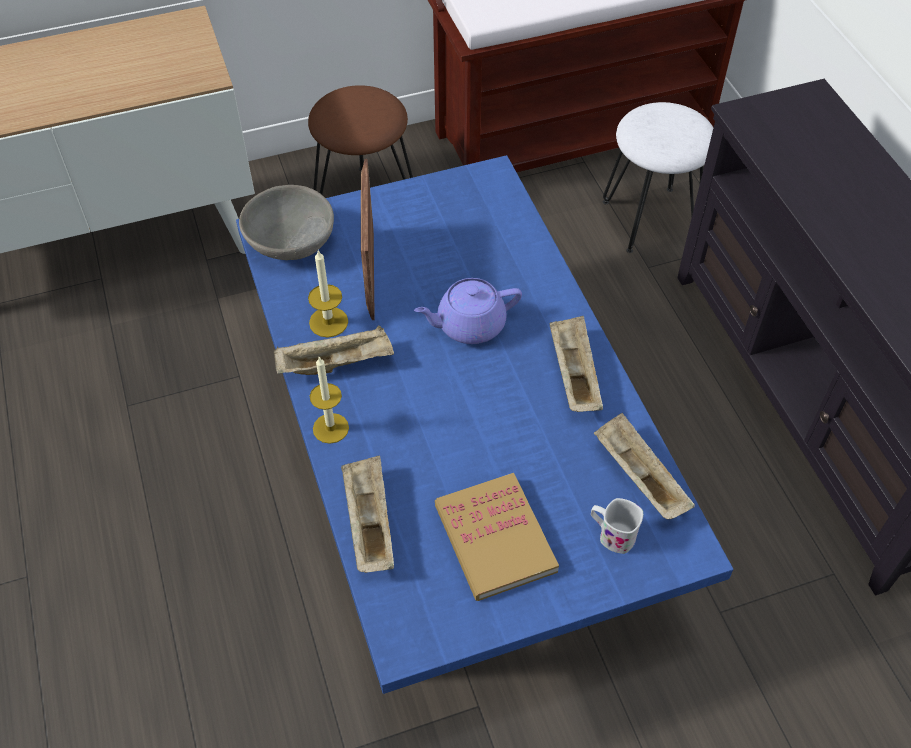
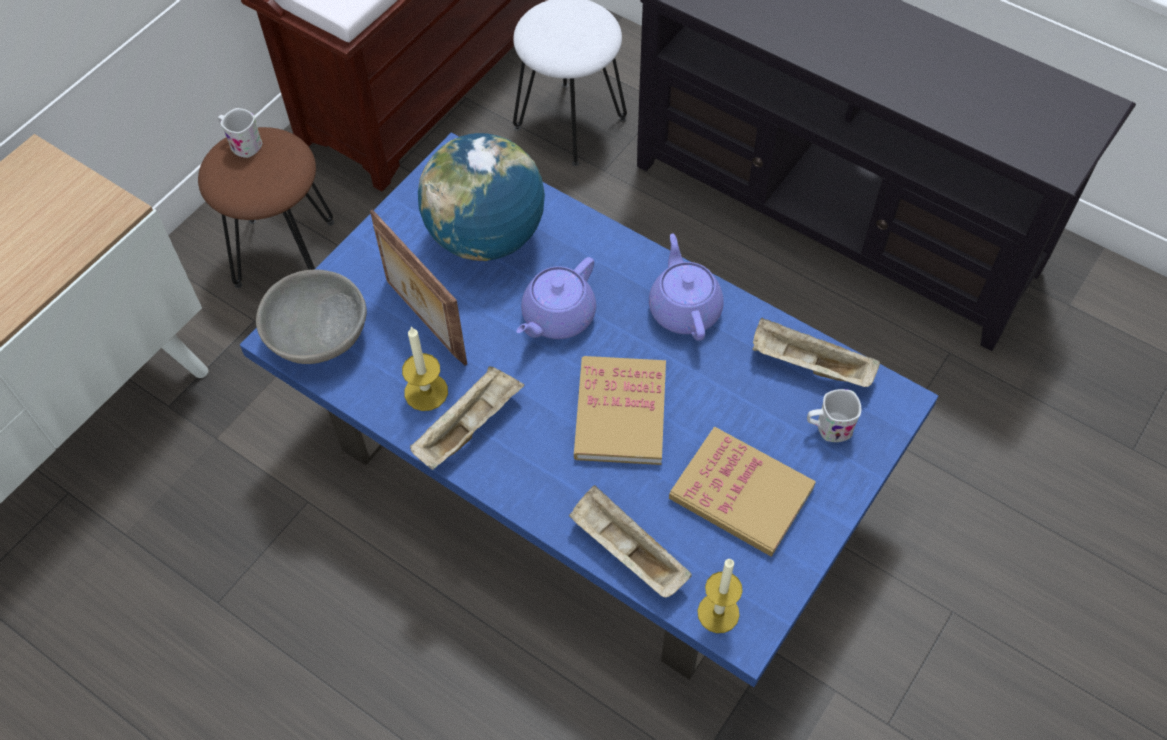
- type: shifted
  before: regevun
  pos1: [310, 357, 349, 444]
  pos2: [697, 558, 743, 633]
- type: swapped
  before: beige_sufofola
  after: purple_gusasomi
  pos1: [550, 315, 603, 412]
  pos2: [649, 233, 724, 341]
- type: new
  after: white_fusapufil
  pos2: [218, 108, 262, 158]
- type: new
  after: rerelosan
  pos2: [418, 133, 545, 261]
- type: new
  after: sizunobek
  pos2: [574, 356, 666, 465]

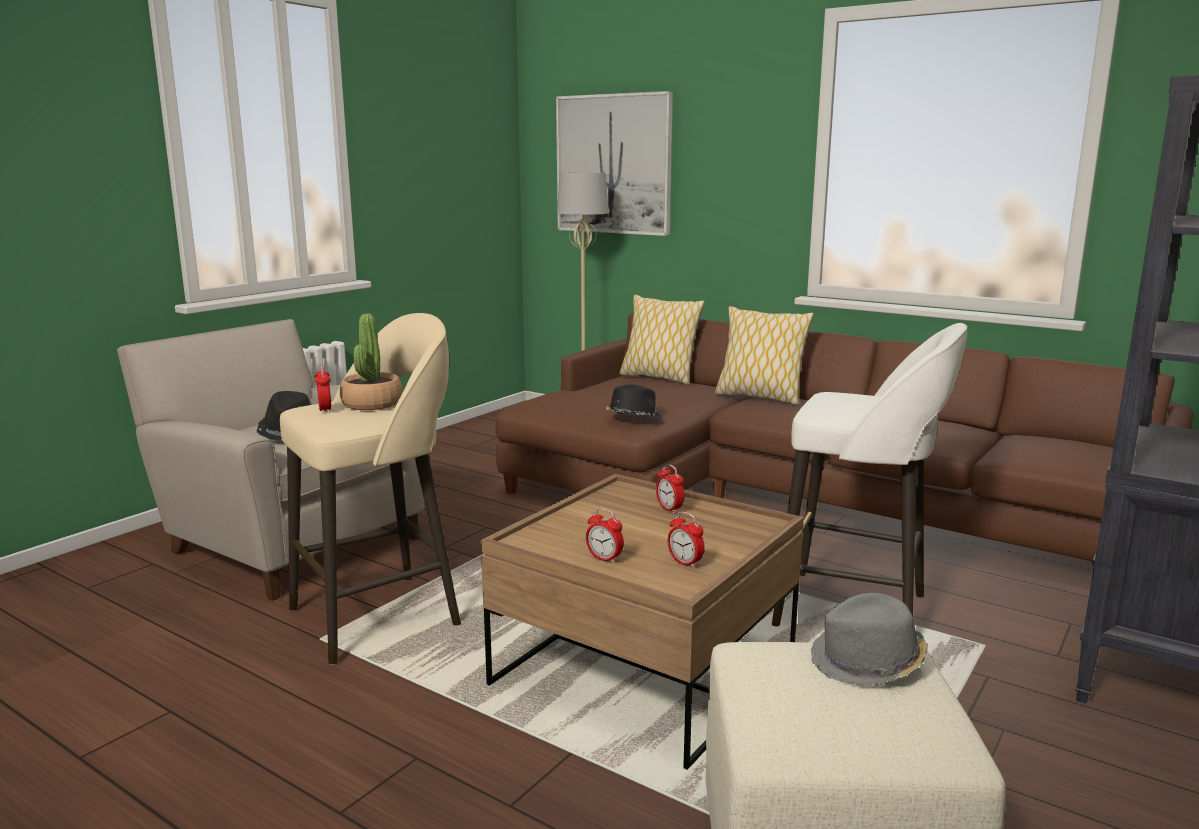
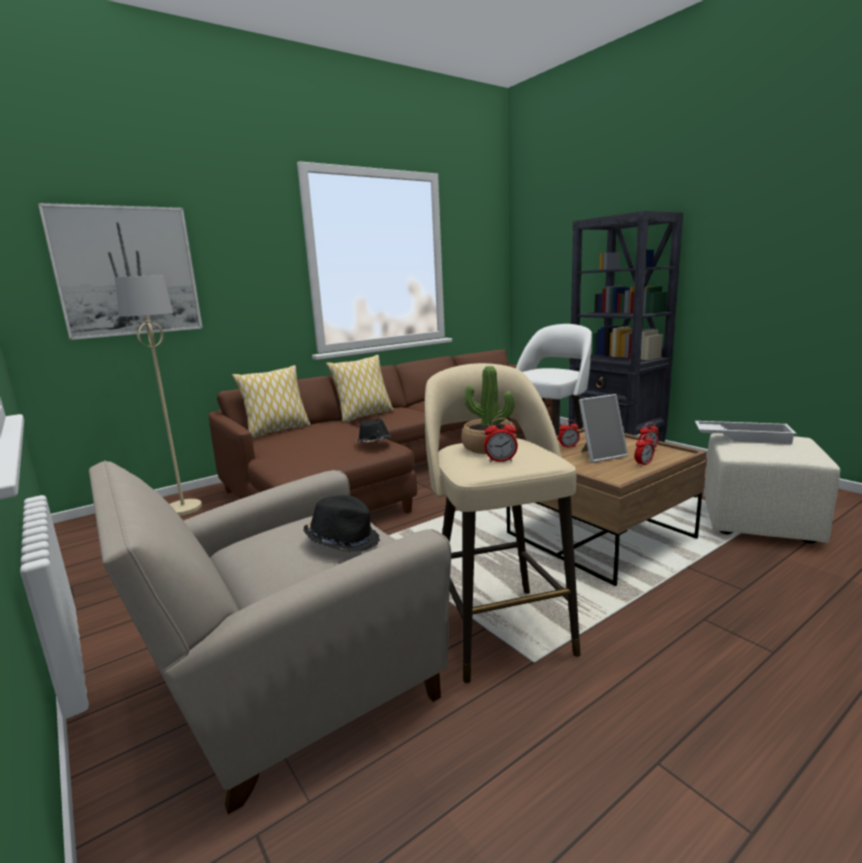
- type: swapped
  before: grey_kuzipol
  after: white_sufofola
  pos1: [811, 593, 928, 686]
  pos2: [695, 421, 797, 444]
- type: new
  after: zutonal
  pos2: [579, 394, 628, 463]

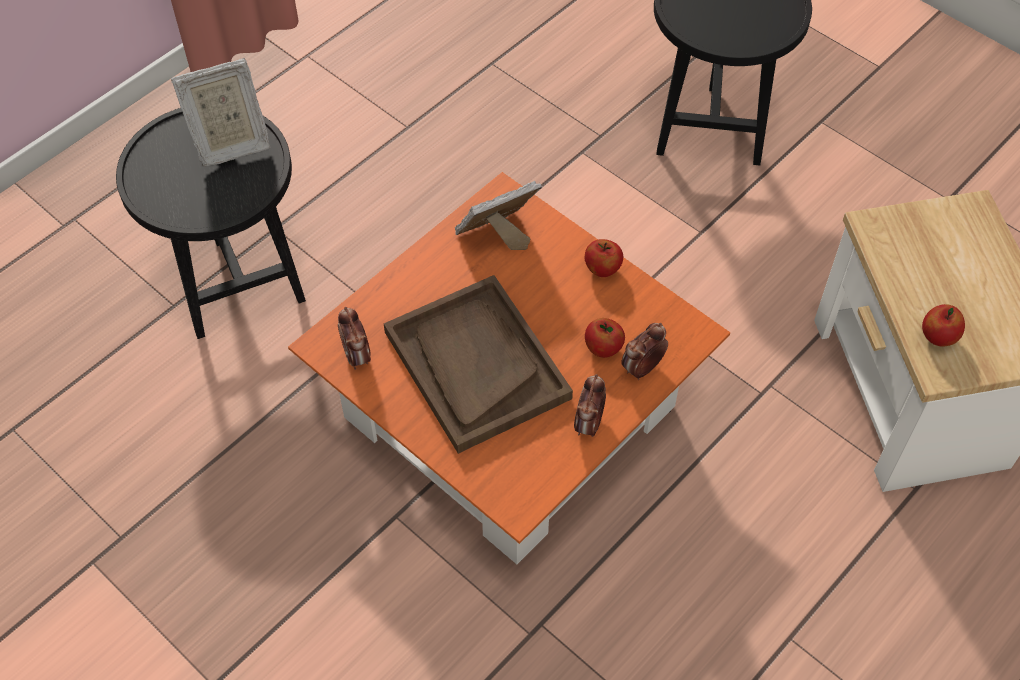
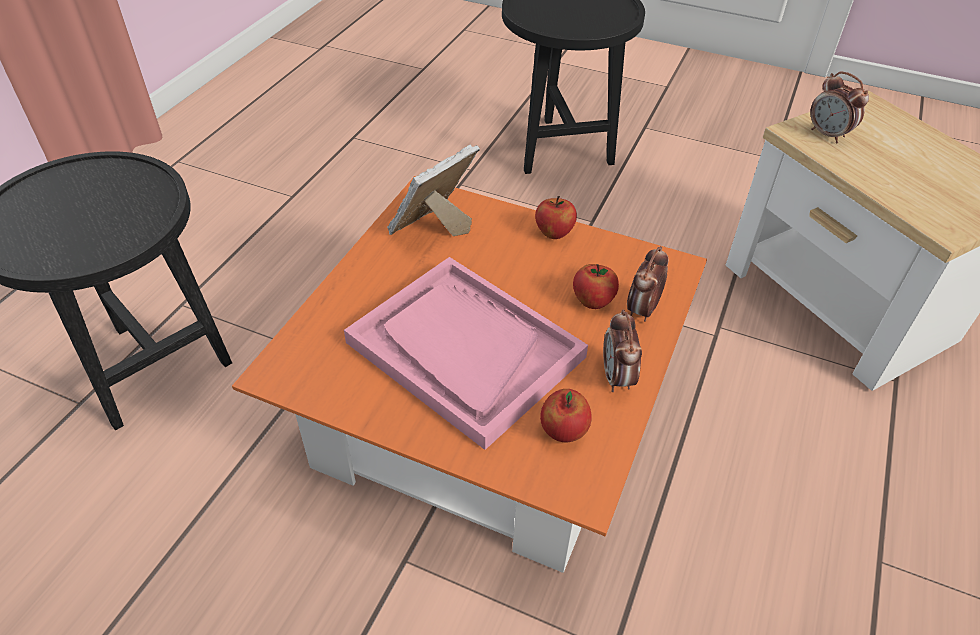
- type: gone
  before: zutonal
  pos1: [171, 58, 270, 167]
- type: shifted
  before: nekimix
  pos1: [338, 307, 371, 370]
  pos2: [810, 71, 869, 143]
- type: repainted
  before: brown_sufofola
  after: pink_sufofola
  pos1: [384, 275, 573, 454]
  pos2: [344, 257, 588, 450]
- type: shifted
  before: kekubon
  pos1: [922, 304, 965, 346]
  pos2: [540, 389, 592, 442]

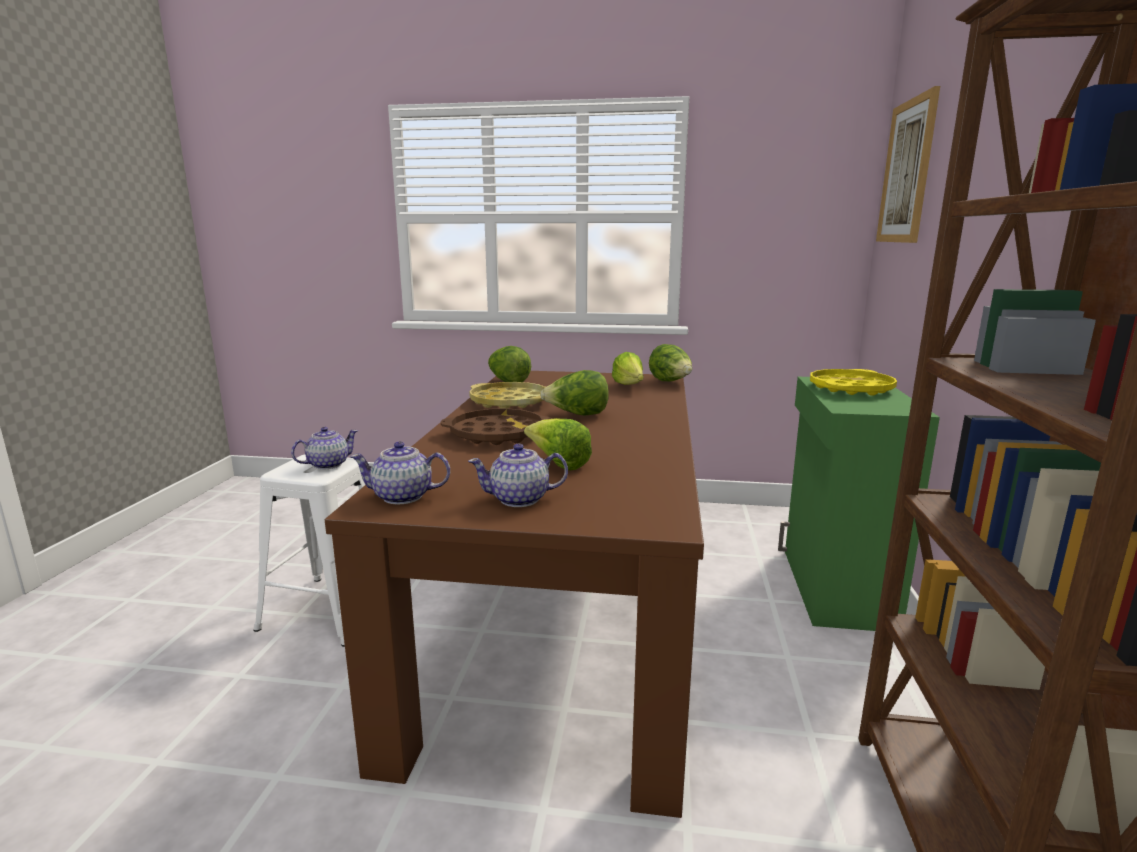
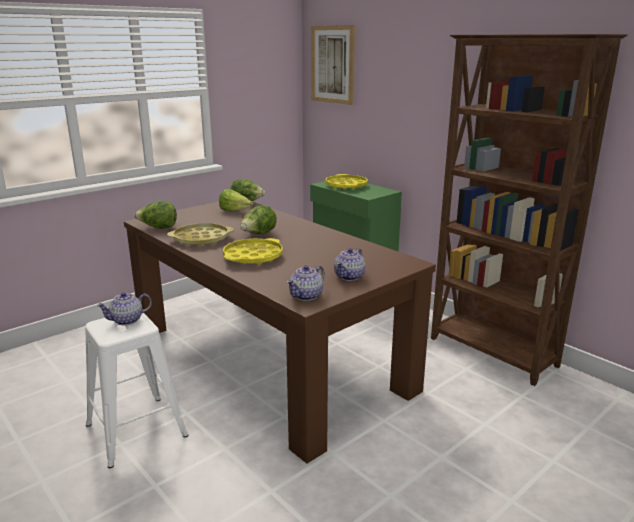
- type: rotated
  before: gusasomi
  pos1: [291, 427, 358, 469]
  pos2: [96, 292, 152, 325]
  turn: -120
- type: repainted
  before: brown_sufofola
  after: yellow_sufofola
  pos1: [441, 408, 552, 445]
  pos2: [223, 238, 283, 265]
- type: gone
  before: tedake
  pos1: [524, 418, 592, 470]

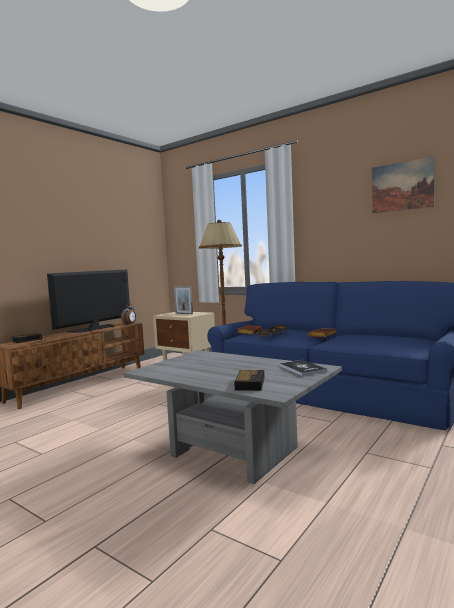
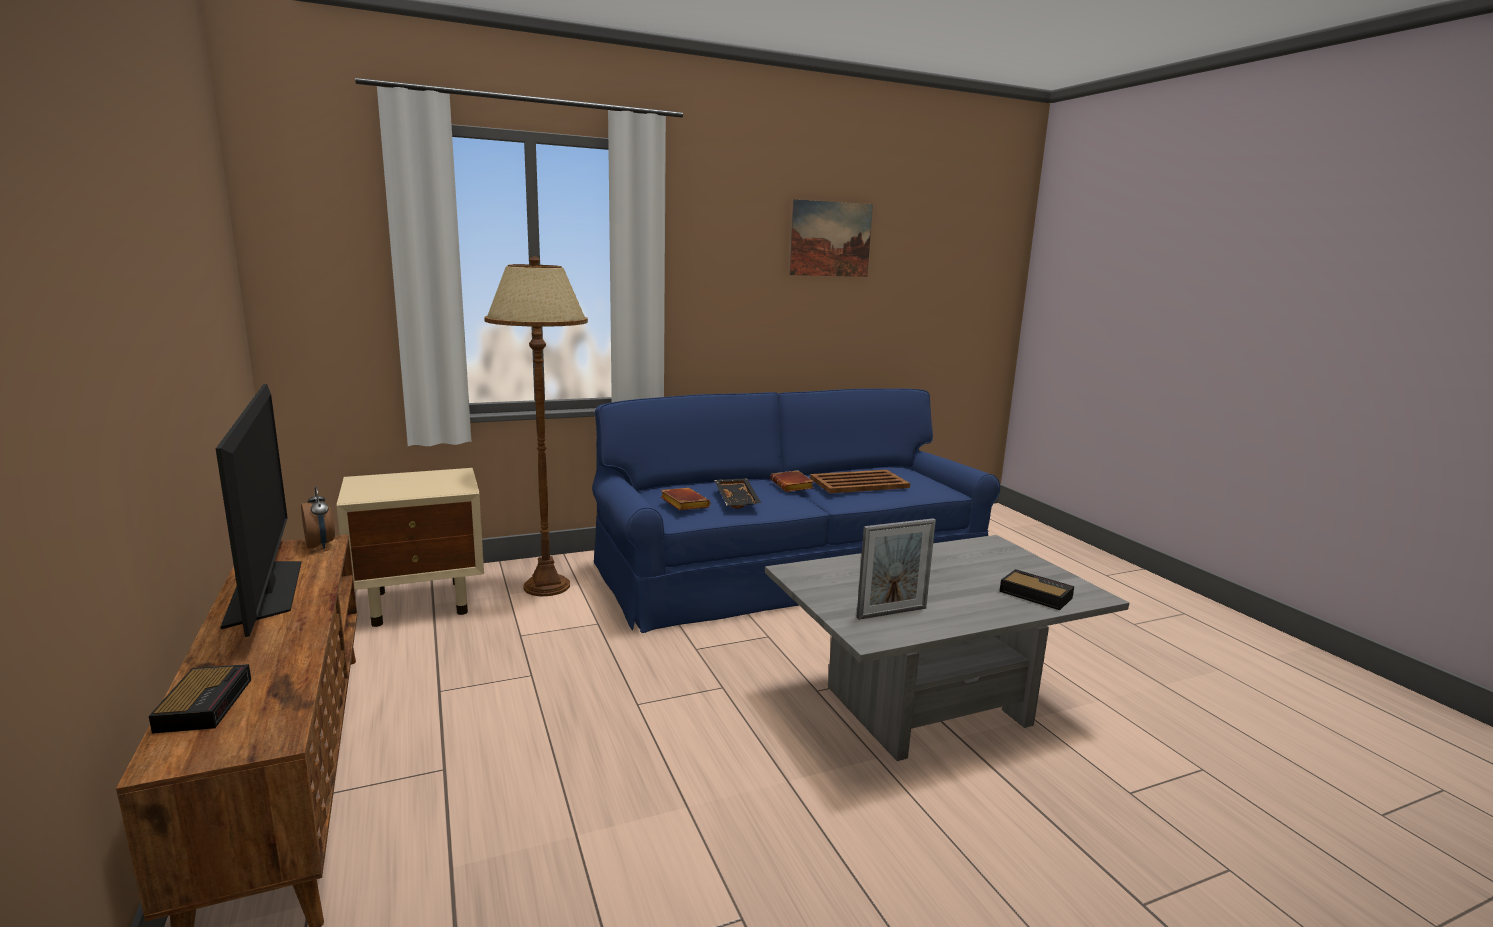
- type: shifted
  before: zutonal
  pos1: [174, 286, 193, 314]
  pos2: [856, 518, 936, 620]
- type: gone
  before: sizunobek
  pos1: [279, 360, 327, 376]
- type: new
  after: brown_sufofola
  pos2: [810, 470, 910, 493]

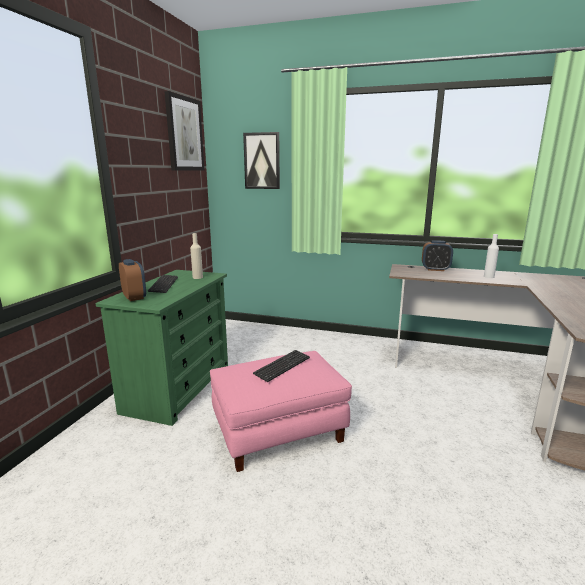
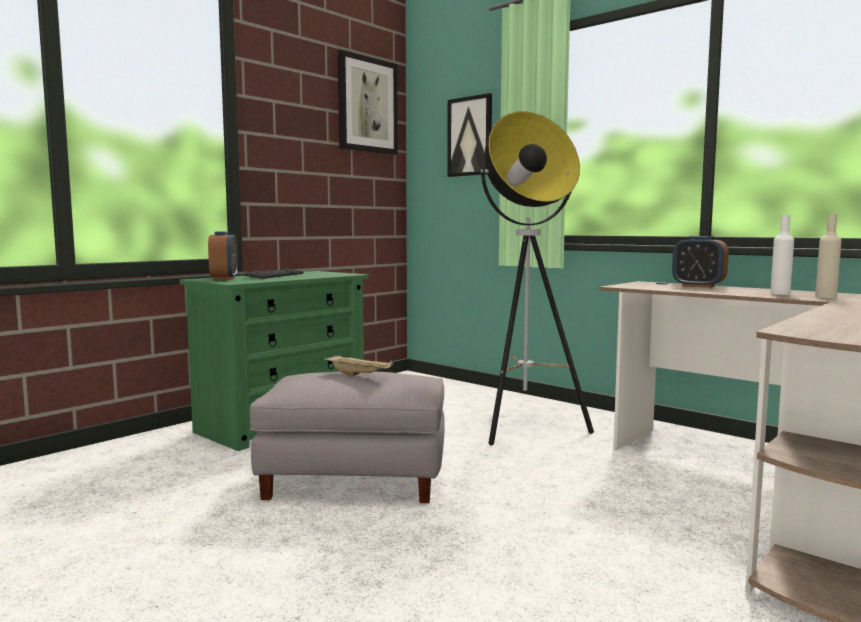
- type: shifted
  before: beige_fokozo
  pos1: [190, 233, 203, 279]
  pos2: [815, 214, 842, 298]
- type: repainted
  before: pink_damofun
  after: grey_damofun
  pos1: [210, 351, 352, 472]
  pos2: [250, 371, 445, 503]
- type: swapped
  before: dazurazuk
  after: beige_sufofola
  pos1: [253, 350, 310, 382]
  pos2: [324, 355, 393, 376]
- type: new
  after: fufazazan
  pos2: [481, 111, 594, 446]

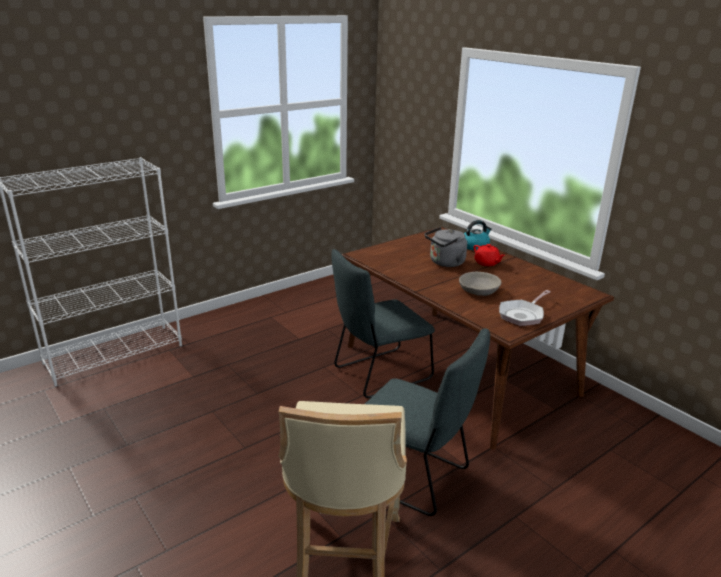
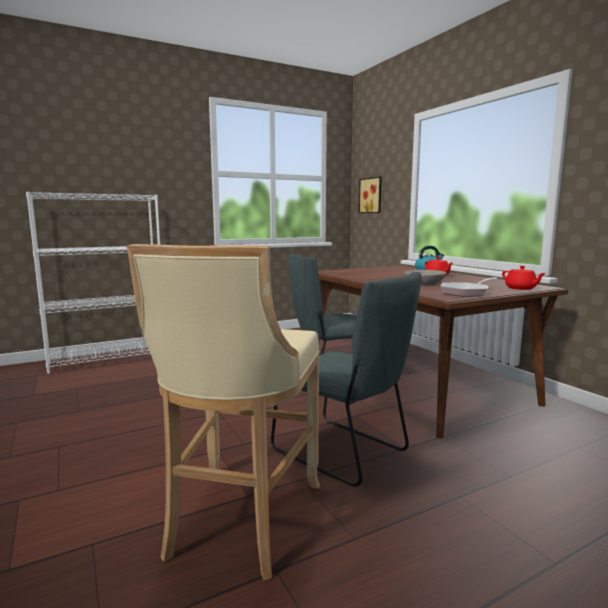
- type: gone
  before: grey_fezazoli
  pos1: [425, 227, 467, 267]
- type: new
  after: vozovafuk
  pos2: [358, 177, 382, 213]
- type: new
  after: red_gusasomi
  pos2: [502, 266, 546, 290]

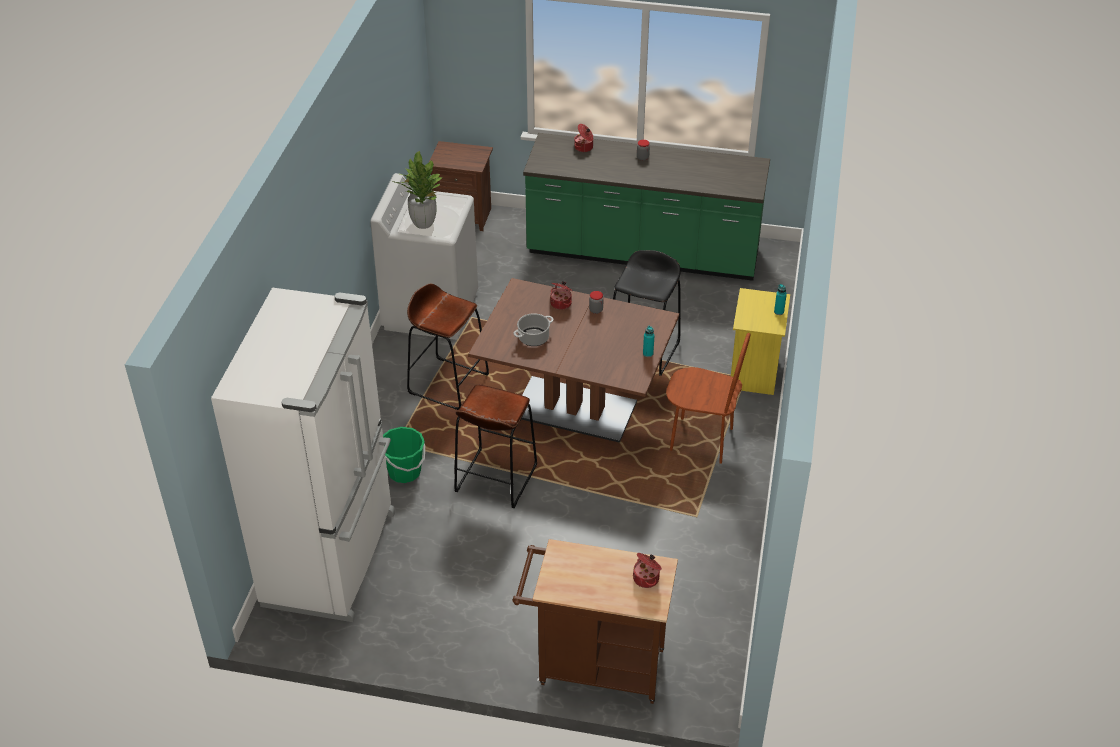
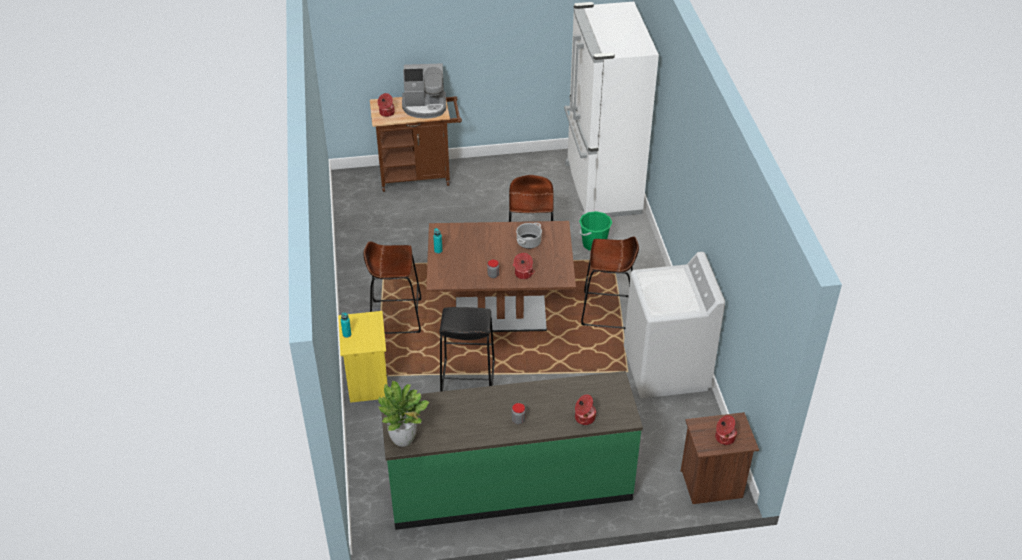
- type: shifted
  before: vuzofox
  pos1: [392, 151, 442, 229]
  pos2: [378, 381, 430, 447]
- type: swapped
  before: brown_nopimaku
  after: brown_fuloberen
  pos1: [666, 333, 751, 464]
  pos2: [363, 241, 421, 334]
- type: new
  after: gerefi
  pos2: [402, 63, 446, 119]
- type: new
  after: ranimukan
  pos2: [715, 415, 737, 445]

